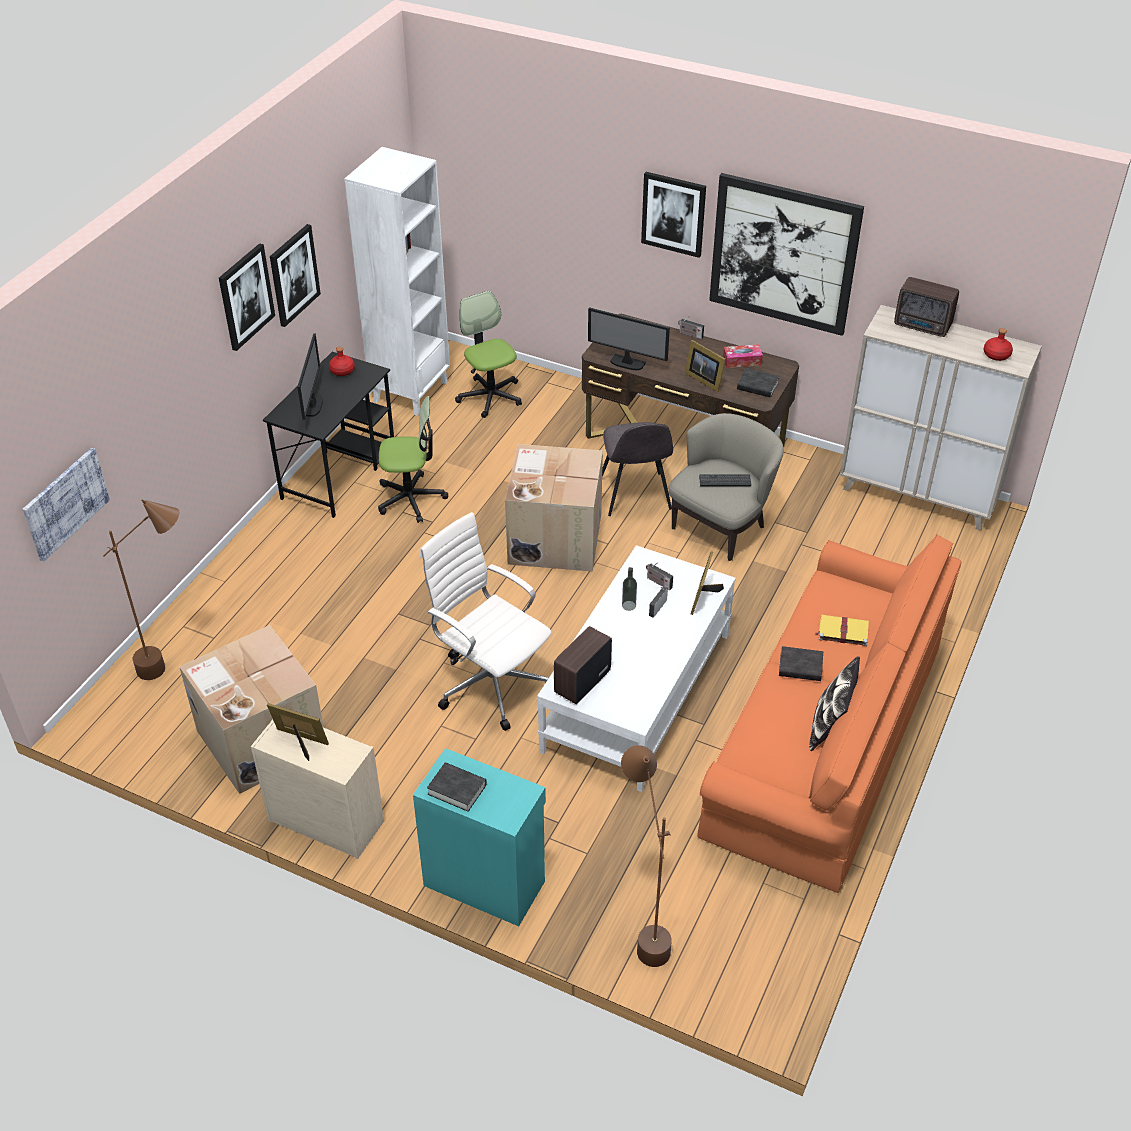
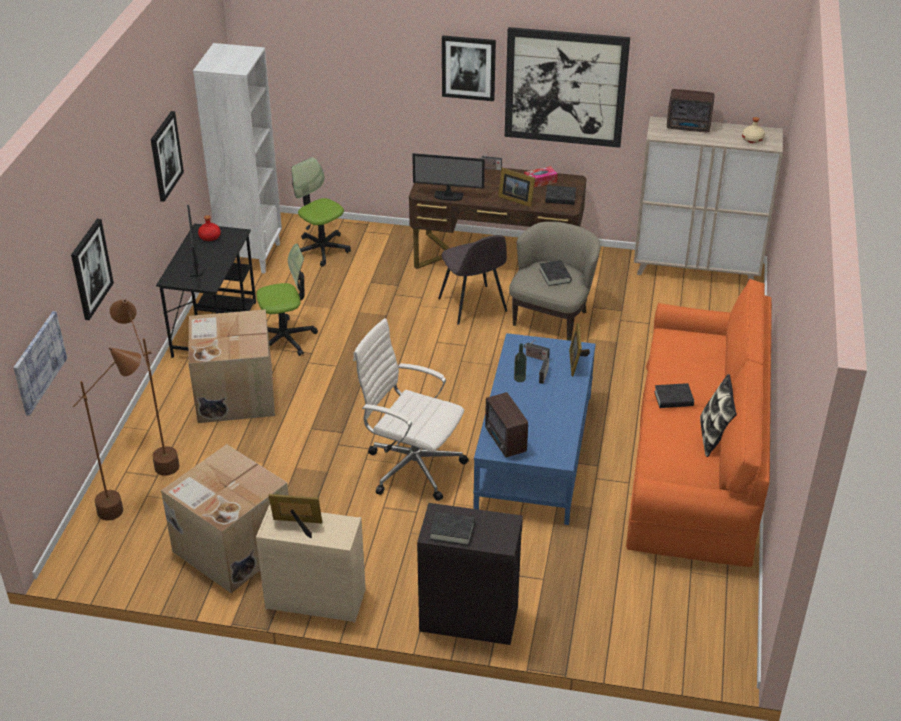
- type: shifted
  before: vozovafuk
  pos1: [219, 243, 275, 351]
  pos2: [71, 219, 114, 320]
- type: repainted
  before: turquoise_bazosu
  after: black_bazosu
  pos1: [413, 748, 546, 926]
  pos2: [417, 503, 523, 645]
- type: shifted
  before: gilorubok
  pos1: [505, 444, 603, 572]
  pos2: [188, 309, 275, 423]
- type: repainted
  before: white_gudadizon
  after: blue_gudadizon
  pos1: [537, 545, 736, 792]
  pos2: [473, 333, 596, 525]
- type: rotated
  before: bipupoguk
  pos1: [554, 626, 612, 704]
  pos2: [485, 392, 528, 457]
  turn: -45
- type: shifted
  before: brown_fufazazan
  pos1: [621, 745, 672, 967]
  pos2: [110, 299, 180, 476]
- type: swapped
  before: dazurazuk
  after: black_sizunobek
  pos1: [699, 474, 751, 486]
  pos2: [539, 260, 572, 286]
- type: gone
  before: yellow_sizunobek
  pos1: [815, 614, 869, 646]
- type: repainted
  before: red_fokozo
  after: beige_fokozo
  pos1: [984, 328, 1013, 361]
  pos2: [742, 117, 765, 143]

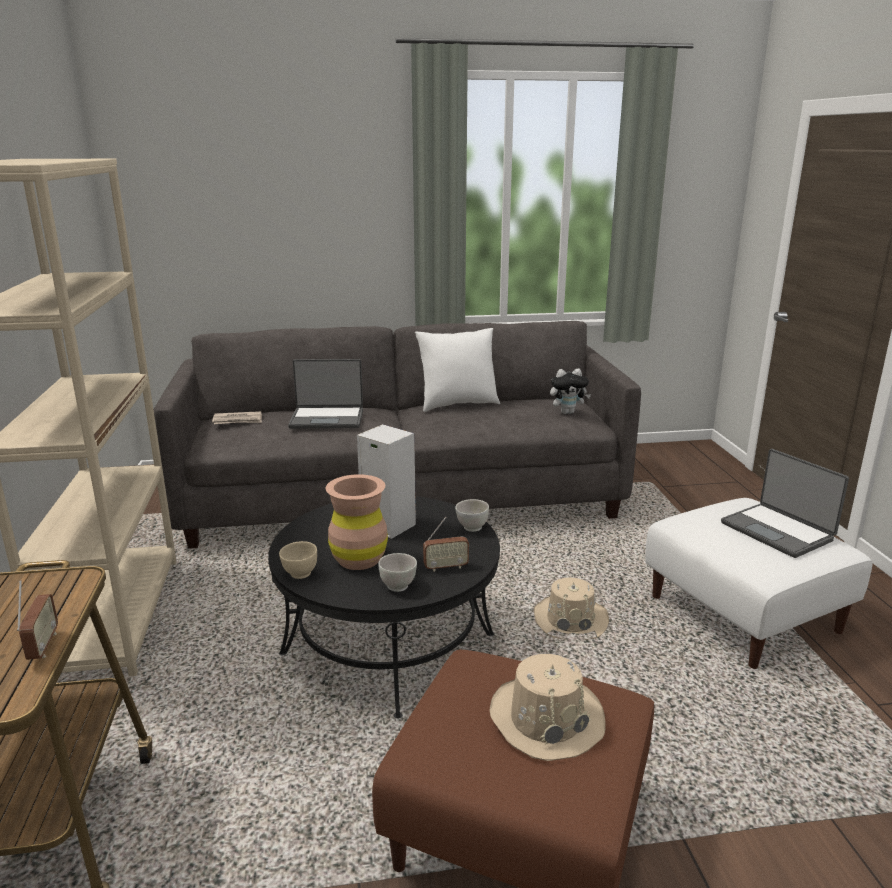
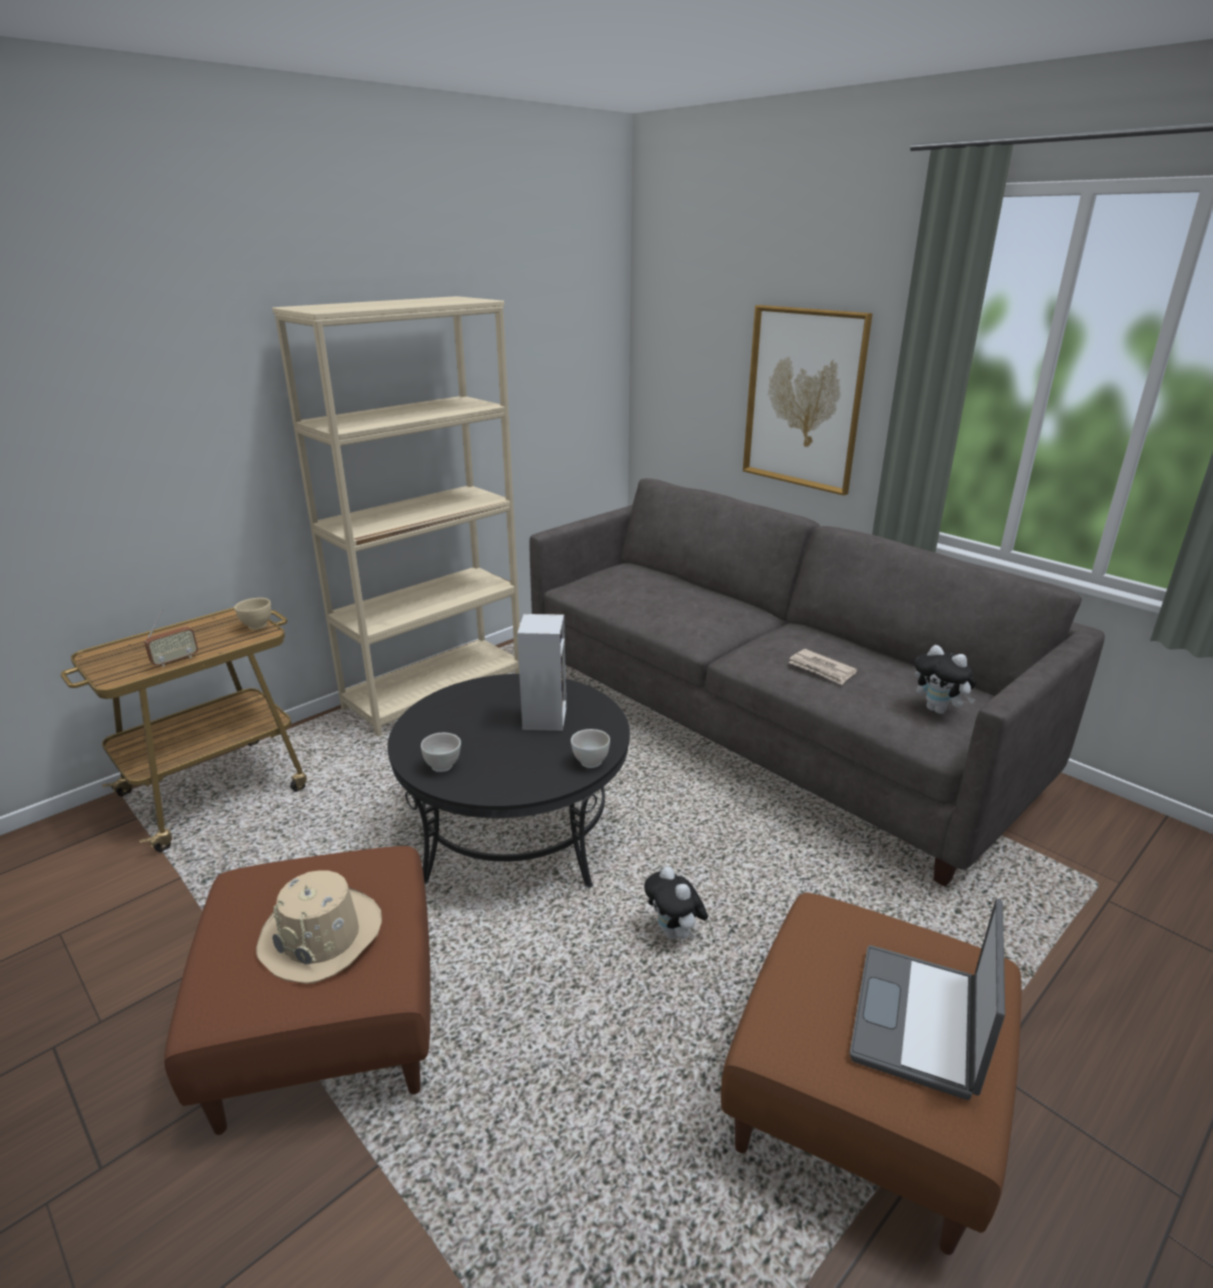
- type: shifted
  before: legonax
  pos1: [212, 411, 262, 424]
  pos2: [789, 649, 857, 685]
- type: shifted
  before: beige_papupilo
  pos1: [279, 541, 317, 579]
  pos2: [234, 598, 271, 629]
- type: gone
  before: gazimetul
  pos1: [288, 359, 363, 429]
- type: gone
  before: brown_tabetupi
  pos1: [326, 474, 388, 570]
- type: gone
  before: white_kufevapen
  pos1: [415, 328, 500, 412]
- type: gone
  before: bipupoguk
  pos1: [423, 517, 469, 572]
- type: swapped
  before: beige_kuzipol
  after: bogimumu
  pos1: [534, 577, 609, 640]
  pos2: [644, 866, 708, 940]
- type: repainted
  before: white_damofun
  after: brown_damofun
  pos1: [645, 498, 873, 669]
  pos2: [721, 893, 1021, 1255]
- type: new
  after: vozovafuk
  pos2: [743, 305, 873, 495]

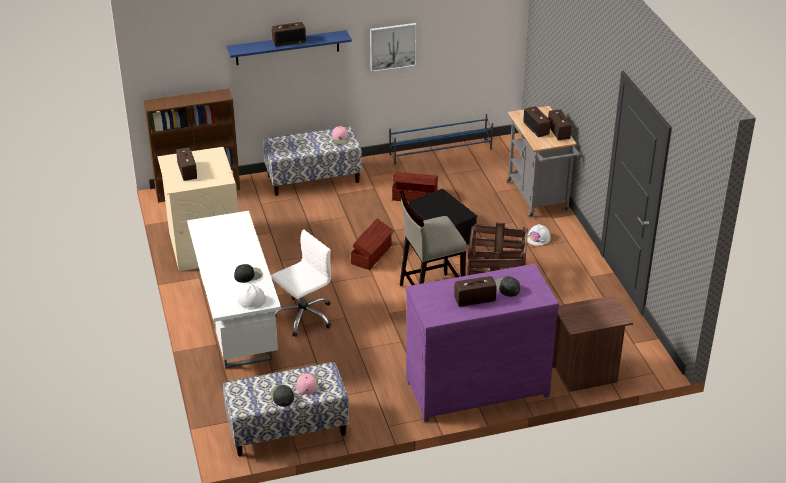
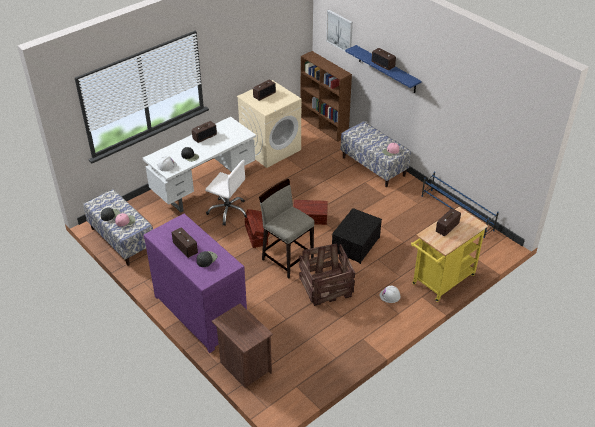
- type: shifted
  before: vozovafuk
  pos1: [370, 23, 417, 72]
  pos2: [326, 10, 353, 54]
- type: shifted
  before: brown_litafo
  pos1: [392, 172, 438, 202]
  pos2: [245, 209, 270, 248]
- type: repainted
  before: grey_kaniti
  after: yellow_kaniti
  pos1: [506, 106, 581, 217]
  pos2: [411, 207, 488, 302]
- type: shifted
  before: bipupoguk
  pos1: [548, 109, 572, 140]
  pos2: [192, 121, 217, 143]

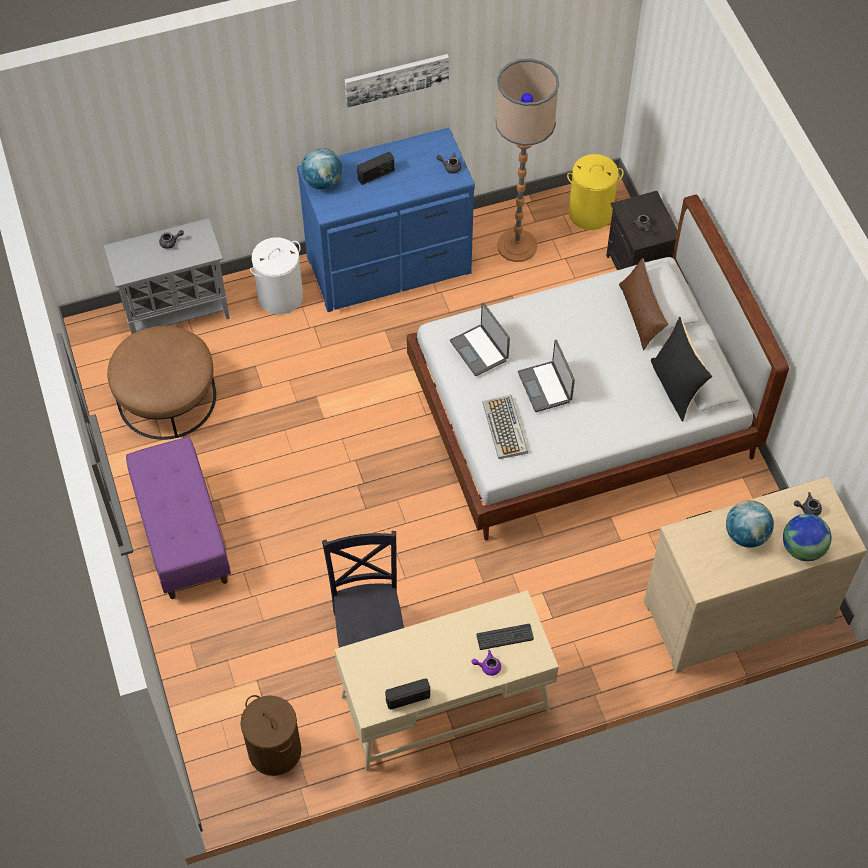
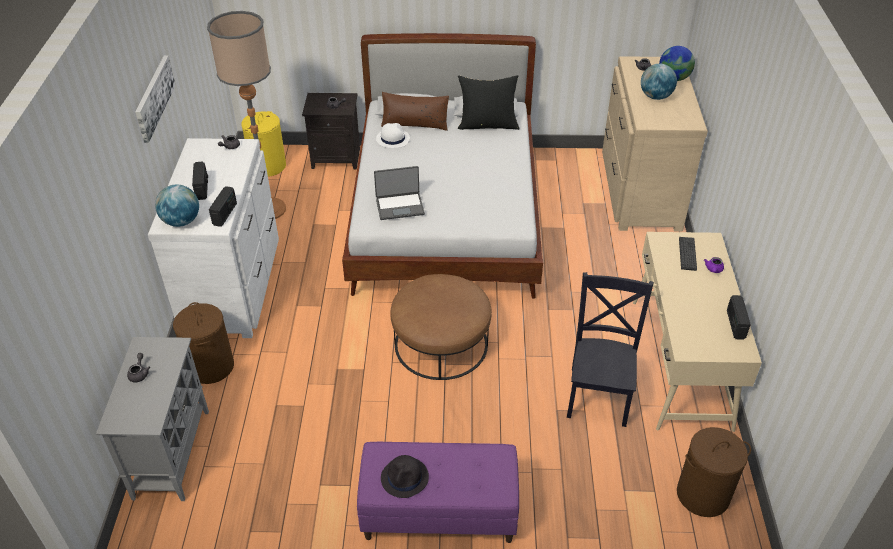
- type: shifted
  before: brown_damofun
  pos1: [107, 326, 216, 440]
  pos2: [390, 274, 492, 380]
- type: repainted
  before: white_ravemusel
  after: brown_ravemusel
  pos1: [250, 237, 303, 314]
  pos2: [173, 302, 234, 384]
- type: repainted
  before: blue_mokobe
  after: white_mokobe
  pos1: [297, 127, 475, 312]
  pos2: [148, 138, 279, 338]
- type: rotated
  before: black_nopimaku
  pos1: [322, 531, 404, 648]
  pos2: [567, 272, 654, 427]
  turn: 90
- type: gone
  before: dazurazuk
  pos1: [483, 395, 528, 459]
- type: gone
  before: gazimetul
  pos1: [518, 340, 575, 412]
- type: new
  after: bipupoguk
  pos2: [209, 186, 237, 227]
- type: new
  after: white_kuzipol
  pos2: [376, 123, 410, 148]
- type: new
  after: black_kuzipol
  pos2: [381, 455, 429, 498]

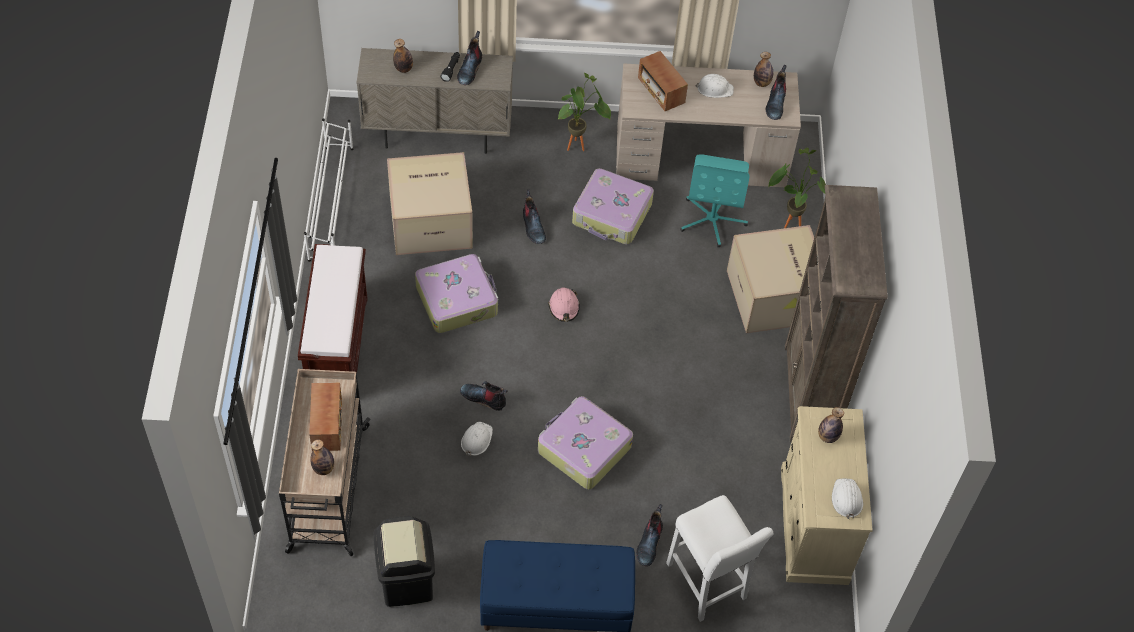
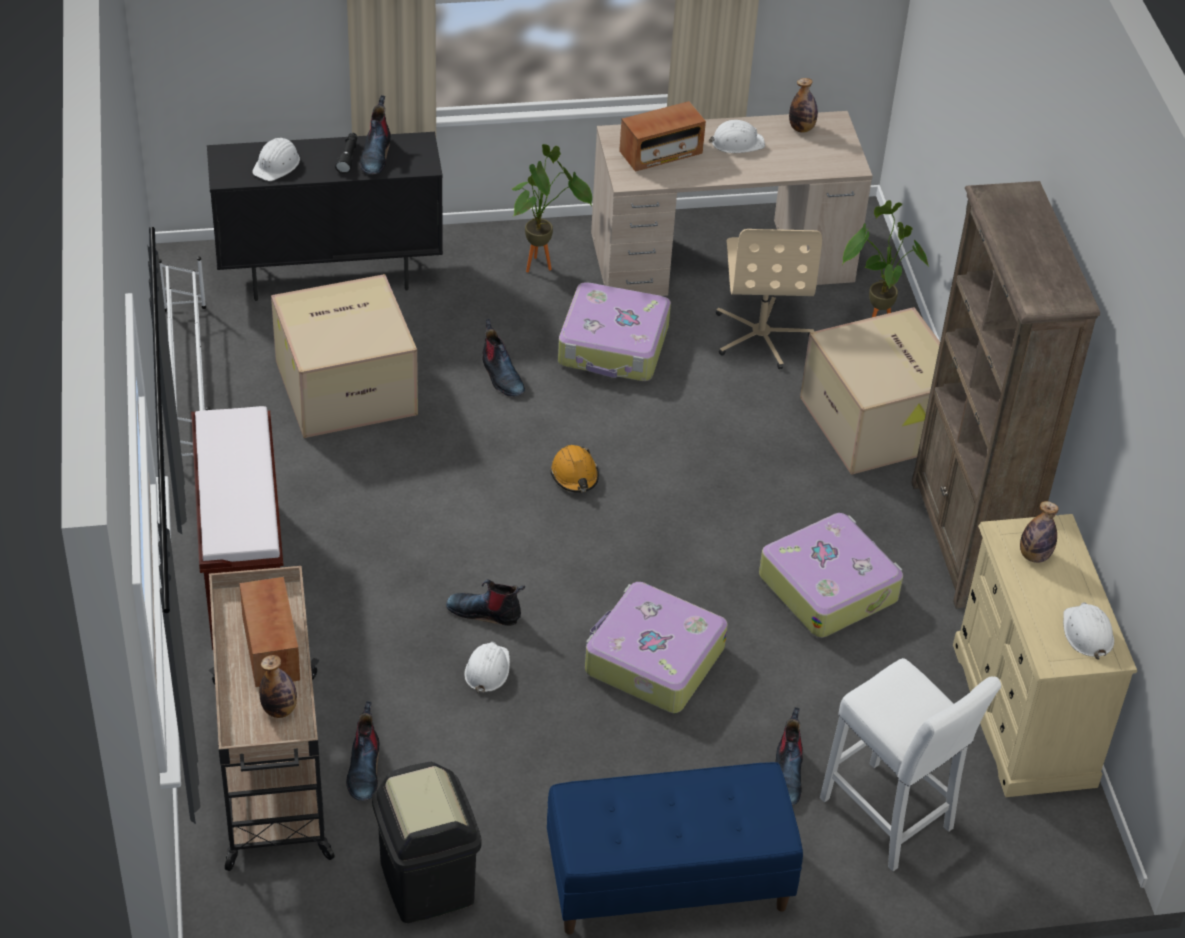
- type: repainted
  before: beige_bazosu
  after: black_bazosu
  pos1: [356, 48, 513, 154]
  pos2: [207, 132, 443, 301]
- type: swapped
  before: fokozo
  after: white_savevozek
  pos1: [393, 39, 413, 73]
  pos2: [252, 138, 300, 181]
- type: shifted
  before: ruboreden
  pos1: [415, 254, 498, 333]
  pos2: [759, 513, 903, 638]
- type: repainted
  before: pink_savevozek
  after: orange_savevozek
  pos1: [548, 287, 580, 322]
  pos2: [551, 445, 599, 493]
- type: rotated
  before: bipupoguk
  pos1: [638, 51, 688, 111]
  pos2: [619, 101, 706, 172]
  turn: -75
- type: repainted
  before: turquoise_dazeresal
  after: beige_dazeresal
  pos1: [680, 154, 749, 247]
  pos2: [716, 229, 822, 369]
- type: shifted
  before: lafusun
  pos1: [766, 65, 786, 120]
  pos2: [346, 701, 380, 801]

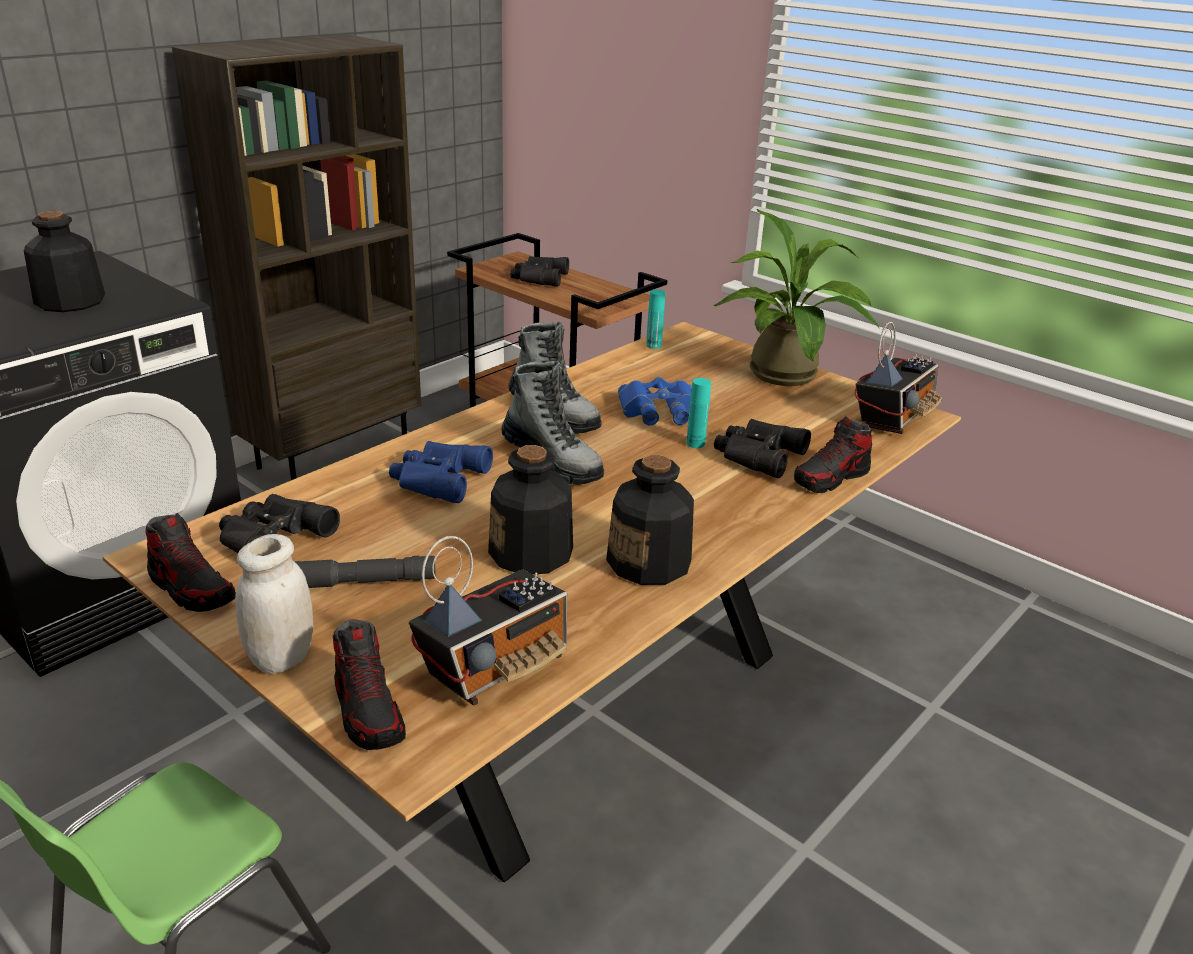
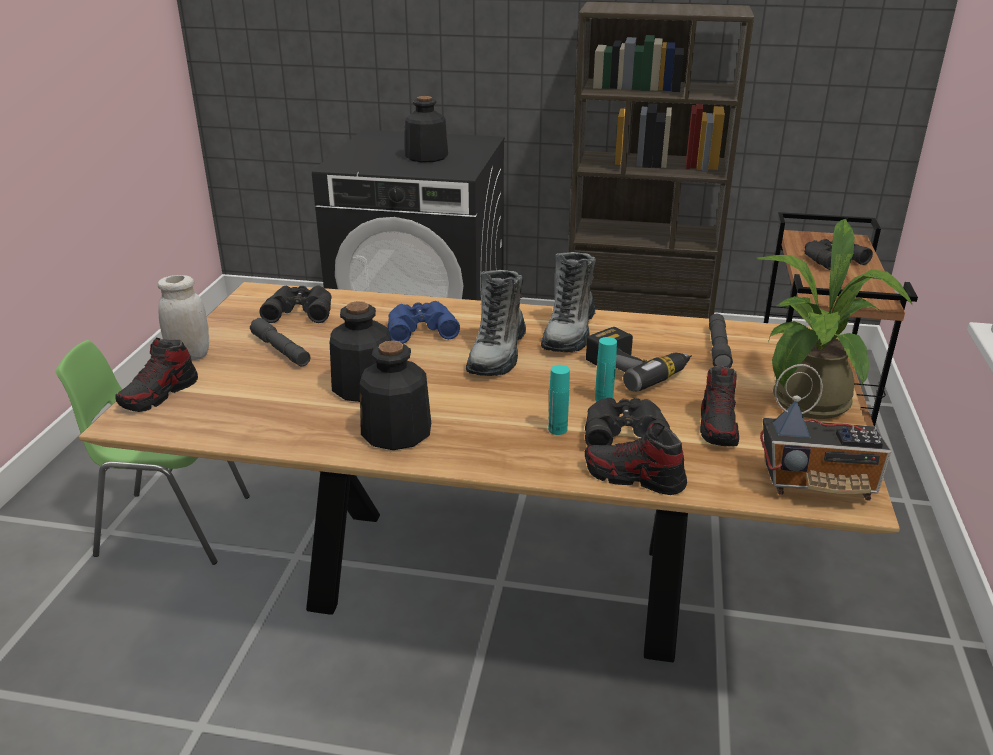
- type: shifted
  before: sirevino
  pos1: [145, 513, 236, 612]
  pos2: [700, 366, 739, 447]
- type: gone
  before: bipupoguk
  pos1: [409, 536, 567, 706]
- type: swapped
  before: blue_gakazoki
  after: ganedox
  pos1: [618, 377, 692, 425]
  pos2: [586, 327, 692, 392]
- type: shifted
  before: turquoise_fokozo
  pos1: [646, 290, 665, 349]
  pos2: [548, 365, 570, 435]
- type: new
  after: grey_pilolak
  pos2: [709, 314, 733, 368]

